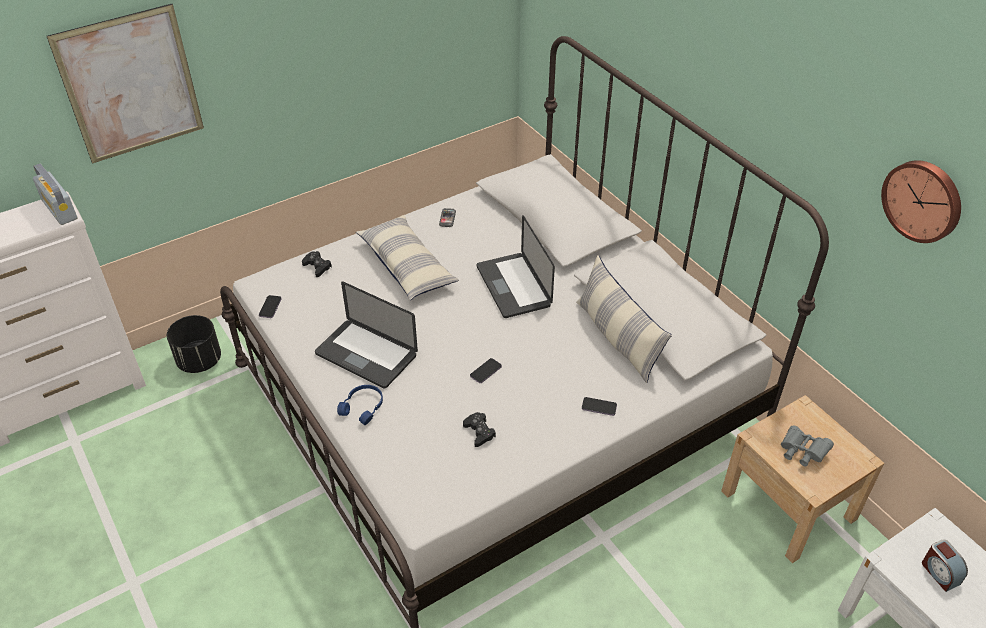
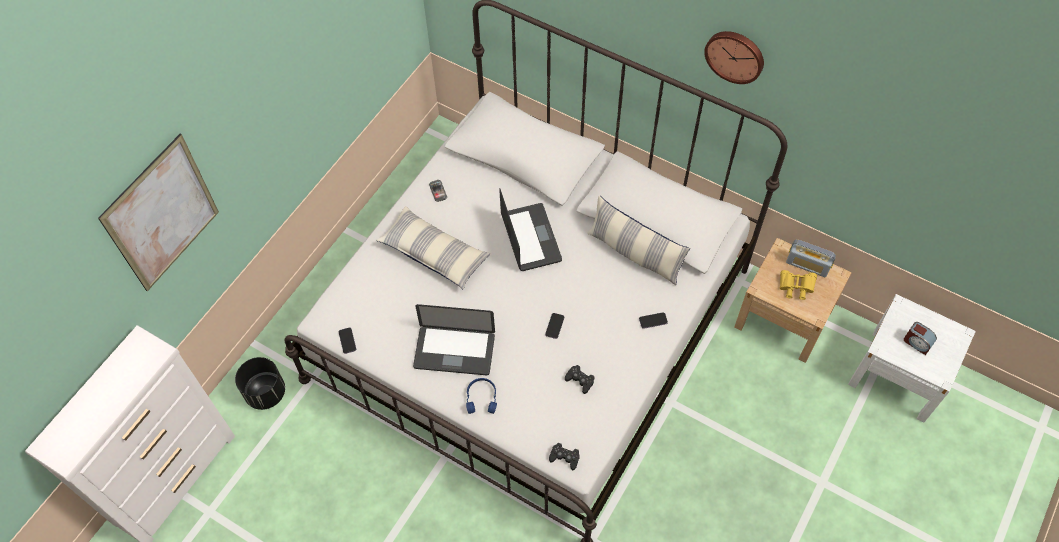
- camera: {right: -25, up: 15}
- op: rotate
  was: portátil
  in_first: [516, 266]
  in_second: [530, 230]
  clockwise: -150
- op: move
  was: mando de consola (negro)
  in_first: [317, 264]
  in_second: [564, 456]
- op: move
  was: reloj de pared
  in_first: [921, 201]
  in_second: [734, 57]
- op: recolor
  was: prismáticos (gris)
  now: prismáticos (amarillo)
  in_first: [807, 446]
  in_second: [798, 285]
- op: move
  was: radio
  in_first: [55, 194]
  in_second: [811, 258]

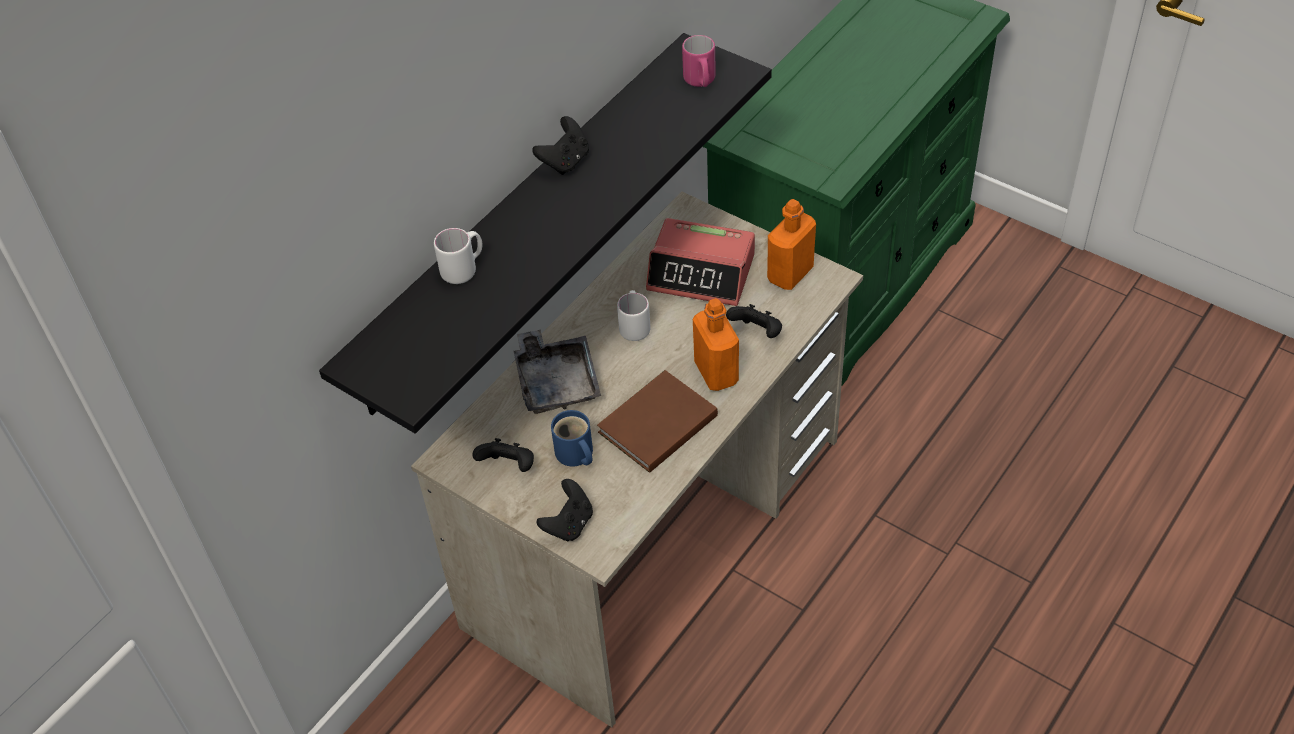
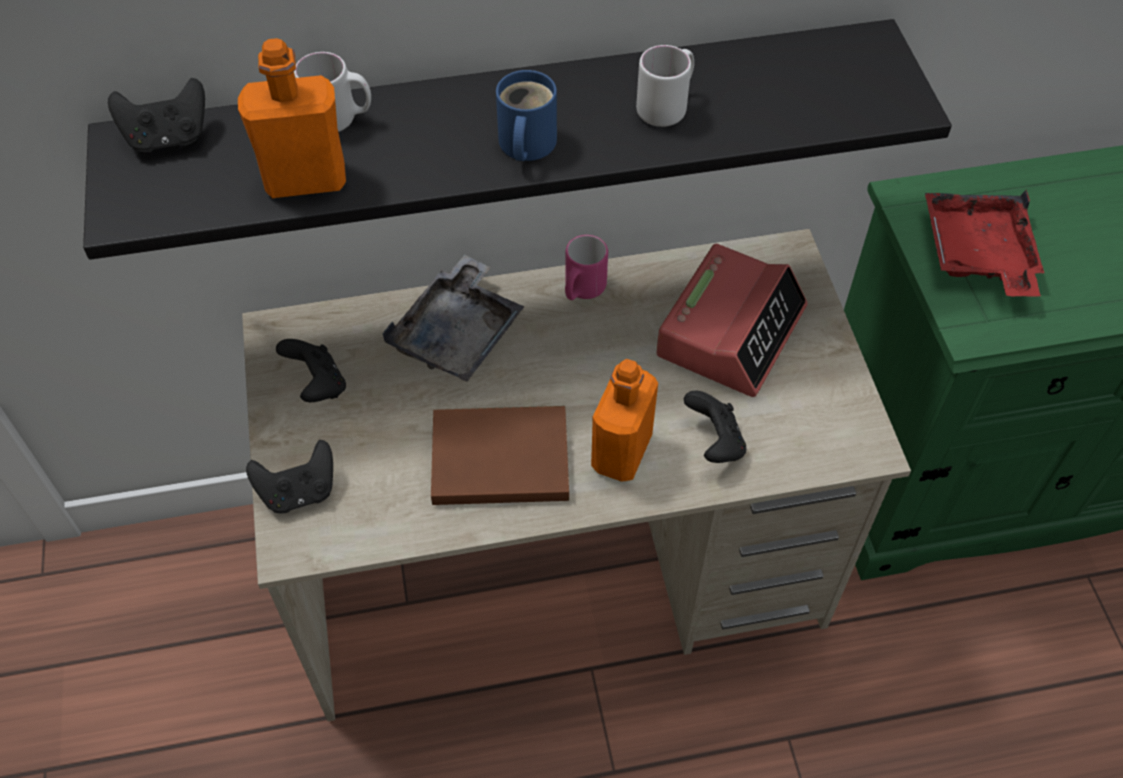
- camera: {right: 40, up: 5}
- op: move
  was: mando de consola (negro)
  in_first: [560, 145]
  in_second: [156, 115]
- op: move
  was: botella (naranja)
  in_first: [791, 244]
  in_second: [292, 118]
- op: move
  was: taza grande (azul)
  in_first: [572, 438]
  in_second: [526, 115]
- op: move
  was: taza grande (rosa)
  in_first: [699, 61]
  in_second: [586, 267]
- op: move
  was: taza grande (blanco)
  in_first: [634, 315]
  in_second: [665, 86]
- op: rotate
  was: despertador
  in_first: [700, 262]
  in_second: [732, 320]
  clockwise: -120
- op: insert
  now: bandeja (rojo)
  in_second: [984, 243]

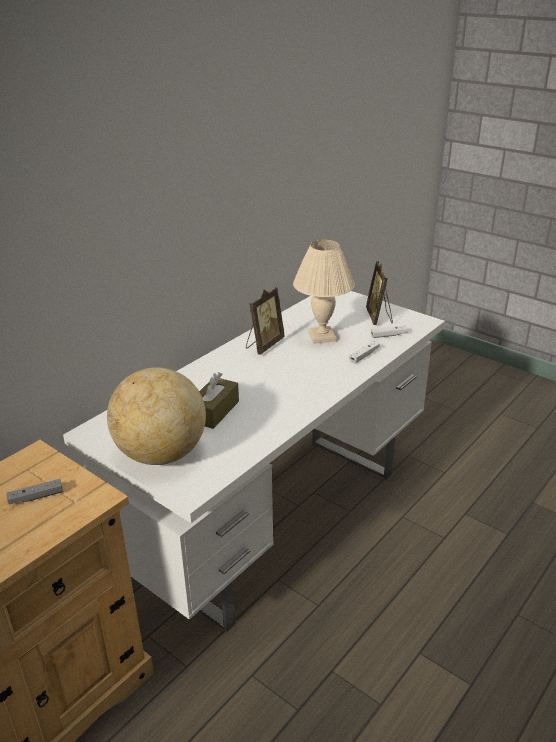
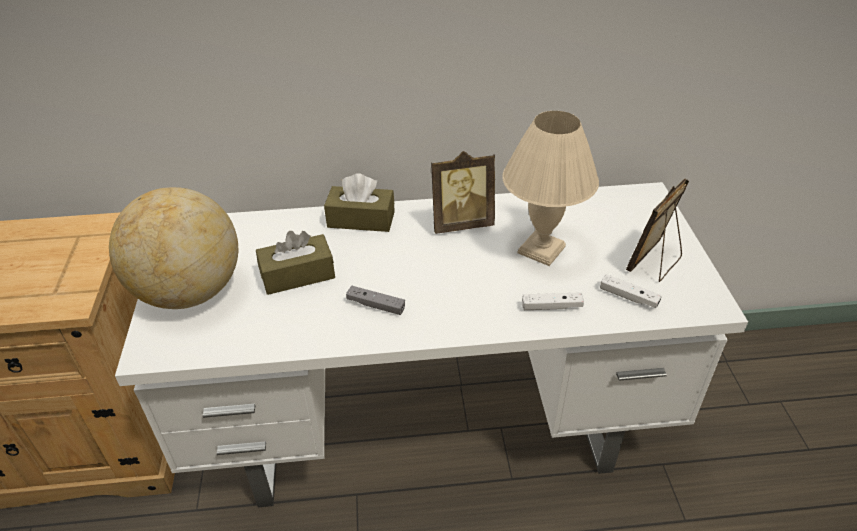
- camera: {right: 45, up: 10}
- op: insert
  now: caja de pañuelos (marrón)
  in_second: [359, 202]
- op: move
  was: mando de consola (gris)
  in_first: [34, 492]
  in_second: [375, 300]

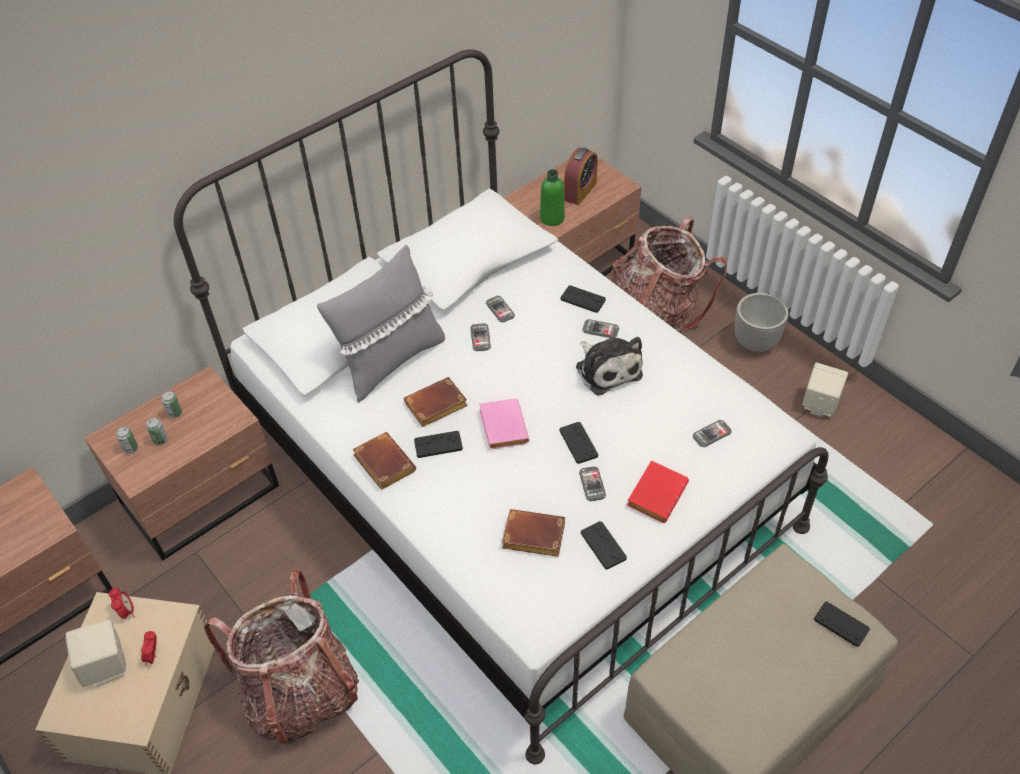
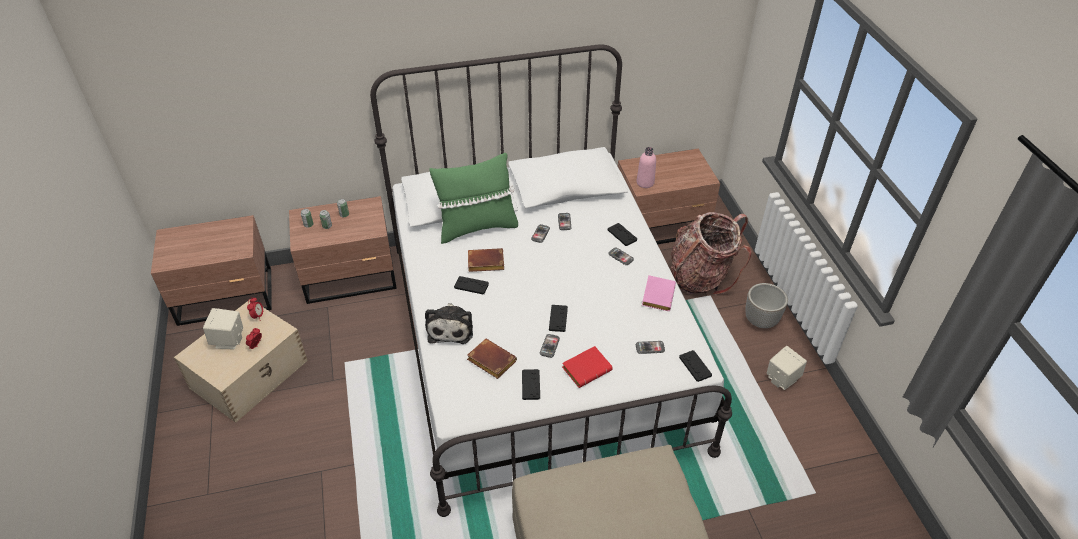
- camera: {right: 25, up: -5}
- op: move
  was: peluche
  in_first: [609, 366]
  in_second: [449, 323]
- op: recolor
  was: cojín (gris)
  now: cojín (verde)
  in_first: [381, 324]
  in_second: [473, 198]
- op: recolor
  was: botella (verde)
  now: botella (rosa)
  in_first: [552, 197]
  in_second: [646, 167]
- op: move
  was: libro (rosa)
  in_first: [504, 424]
  in_second: [659, 293]
- op: move
  was: mando de consola (negro)
  in_first: [842, 624]
  in_second: [695, 366]
- op: delete
  was: mochila
  in_first: [281, 657]
- op: delete
  was: libro (marrón)
  in_first: [384, 461]
- op: delete
  was: despertador
  in_first: [581, 176]

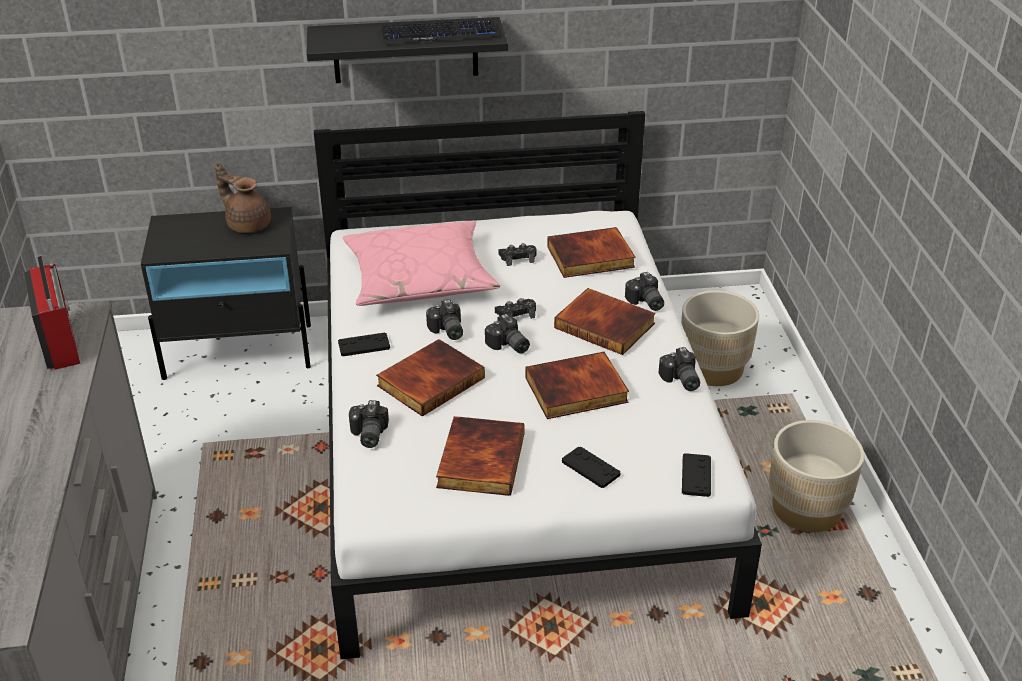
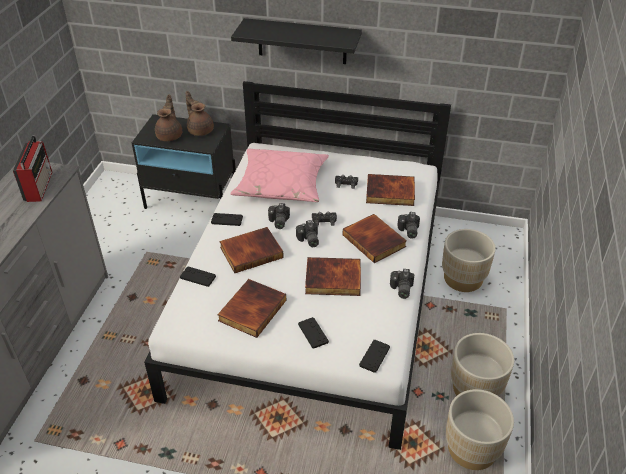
- camera: {right: 20, up: 5}
- op: insert
  now: tetera (marrón)
  in_second: [168, 117]
- op: replace
  was: cámara
  now: mando de consola (negro)
  in_first: [369, 424]
  in_second: [198, 276]
- op: insert
  now: maceta (beis)
  in_second: [480, 429]
- op: delete
  was: teclado
  in_first: [440, 32]

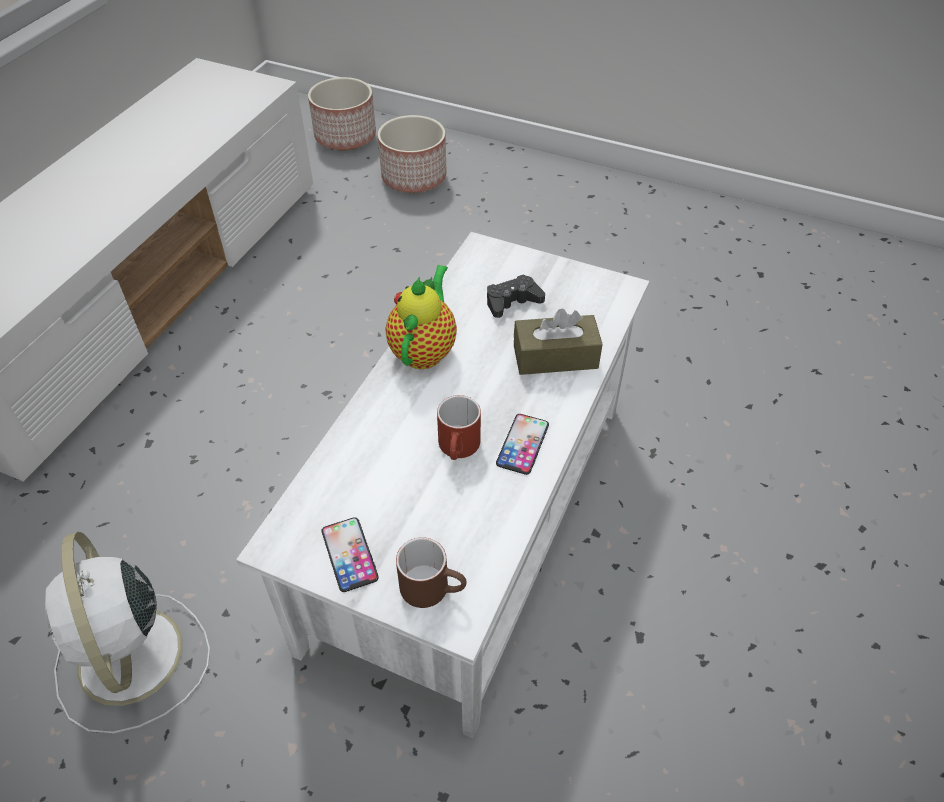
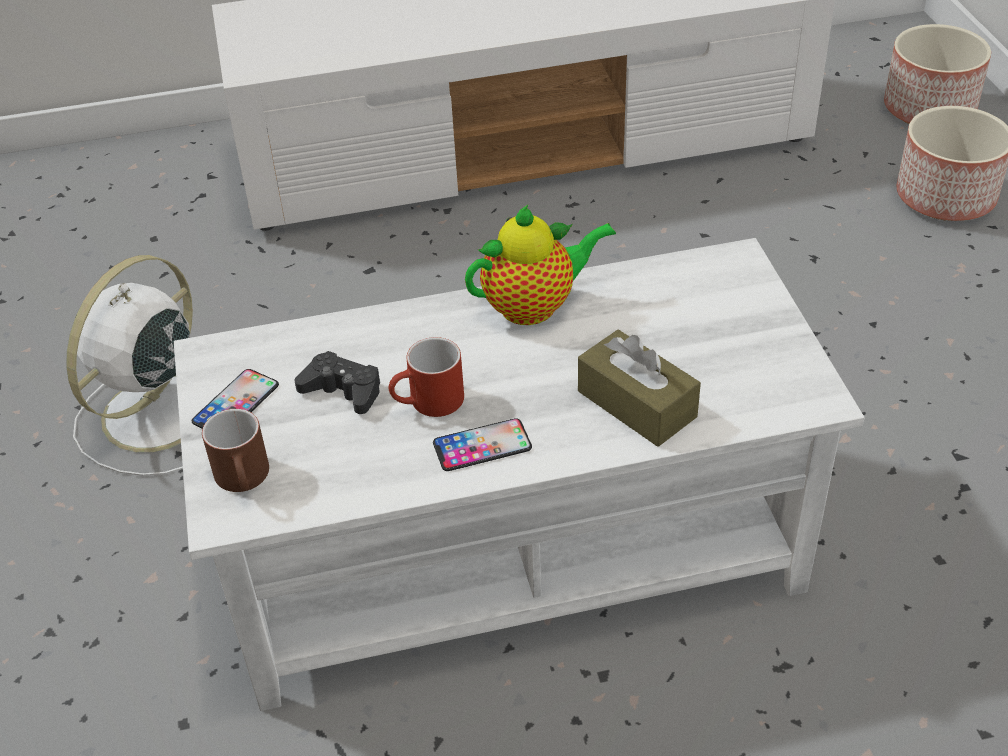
- camera: {right: 55, up: -5}
- op: move
  was: mando de consola (negro)
  in_first: [516, 296]
  in_second: [337, 382]

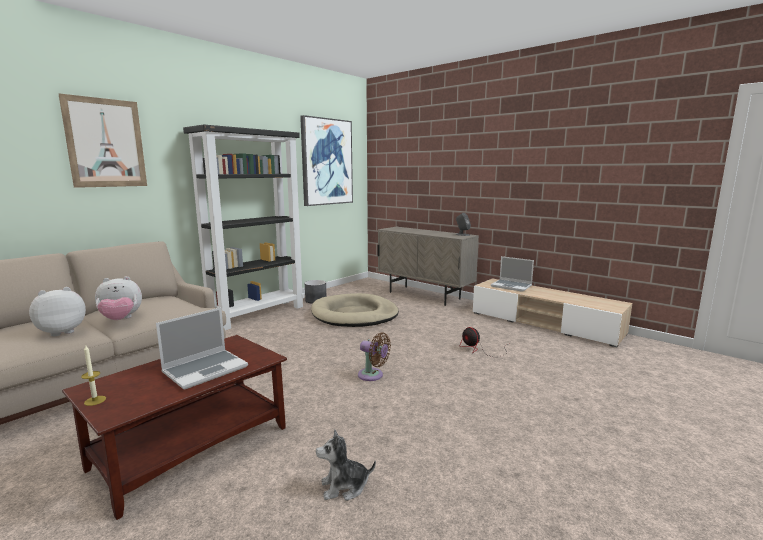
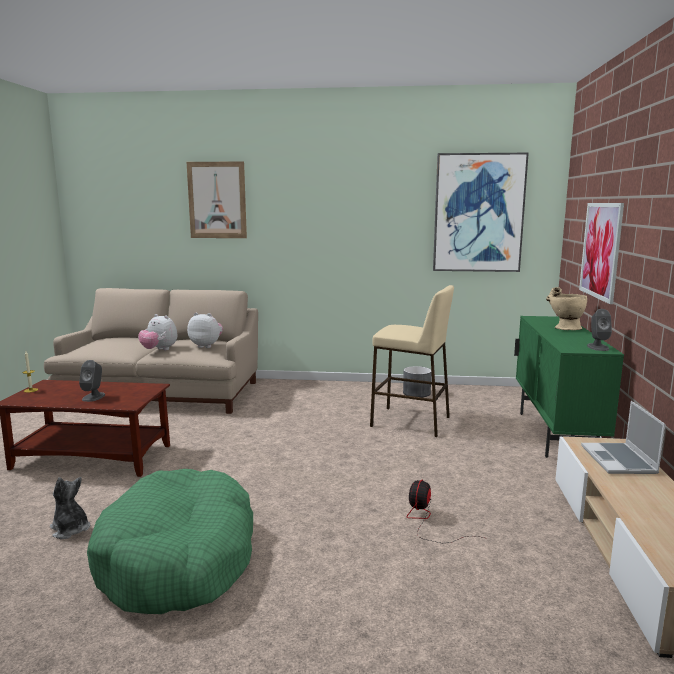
- camera: {right: 55, up: 0}
- op: replace
  was: portátil
  now: altavoz (gris)
  in_first: [202, 348]
  in_second: [92, 381]
- op: insert
  now: cama para perro (verde)
  in_second: [170, 541]
- op: move
  was: peluche
  in_first: [57, 312]
  in_second: [205, 330]
- op: replace
  was: cama para perro (beis)
  now: taburete (beis)
  in_first: [355, 310]
  in_second: [412, 361]
- op: recolor
  was: armario (beis)
  now: armario (verde)
  in_first: [428, 266]
  in_second: [569, 387]
- op: insert
  now: florero (beis)
  in_second: [566, 308]
- op: insert
  now: cuadro
  in_second: [601, 253]
- op: delete
  was: estantería (negro)
  in_first: [244, 227]
- op: delete
  was: ventilador (marrón)
  in_first: [374, 357]

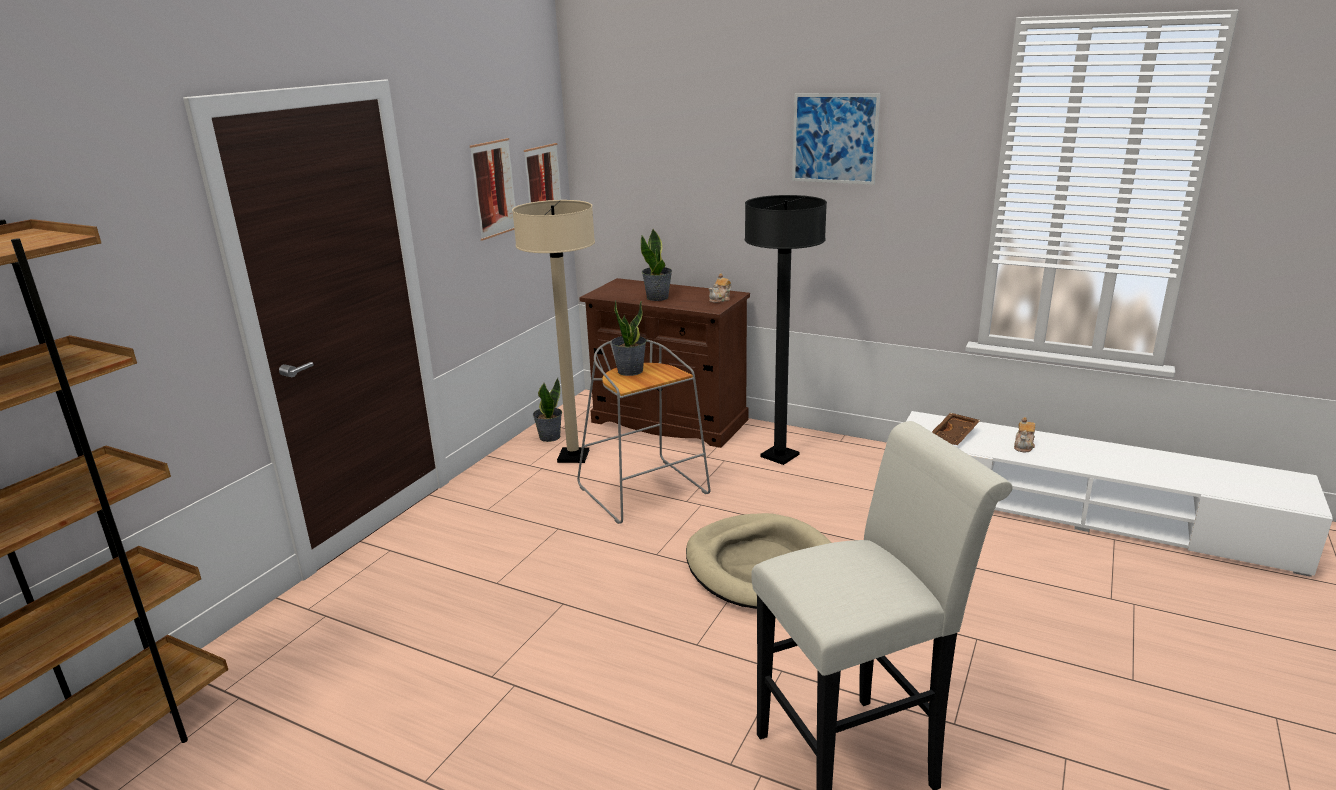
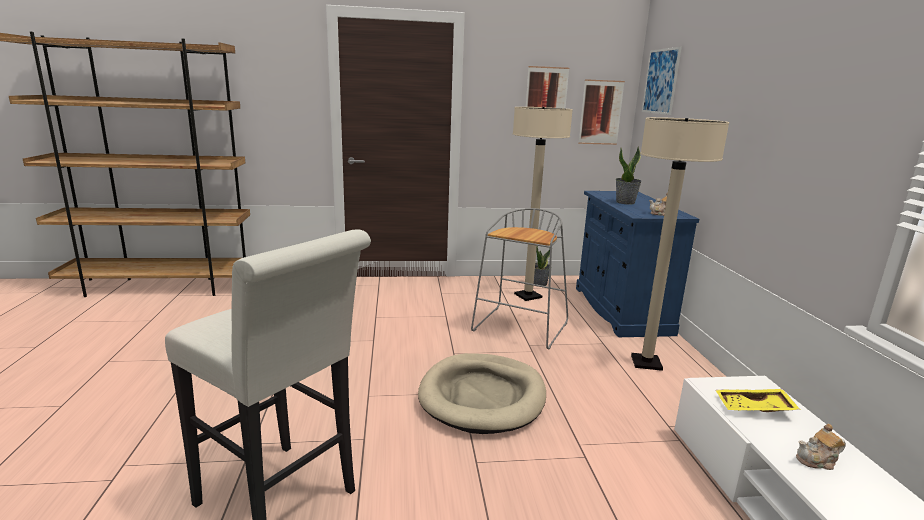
- camera: {right: 55, up: -5}
- op: recolor
  was: armario (marrón)
  now: armario (azul)
  in_first: [664, 363]
  in_second: [637, 264]
- op: recolor
  was: lámpara de pie (negro)
  now: lámpara de pie (beis)
  in_first: [786, 330]
  in_second: [680, 244]
- op: move
  was: cuadro
  in_first: [836, 139]
  in_second: [662, 81]
- op: recolor
  was: bandeja (marrón)
  now: bandeja (amarillo)
  in_first: [956, 429]
  in_second: [758, 400]
- op: delete
  was: planta en maceta
  in_first: [629, 338]

